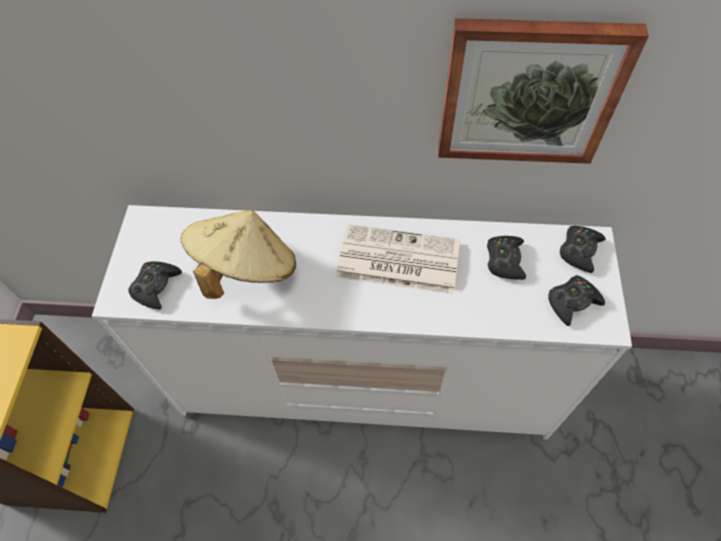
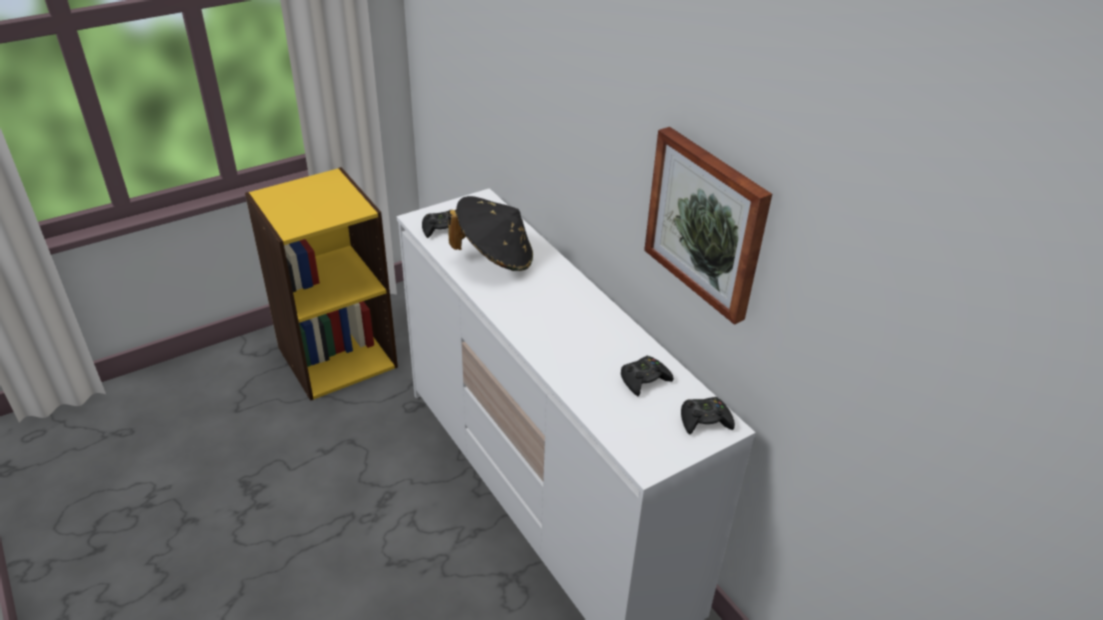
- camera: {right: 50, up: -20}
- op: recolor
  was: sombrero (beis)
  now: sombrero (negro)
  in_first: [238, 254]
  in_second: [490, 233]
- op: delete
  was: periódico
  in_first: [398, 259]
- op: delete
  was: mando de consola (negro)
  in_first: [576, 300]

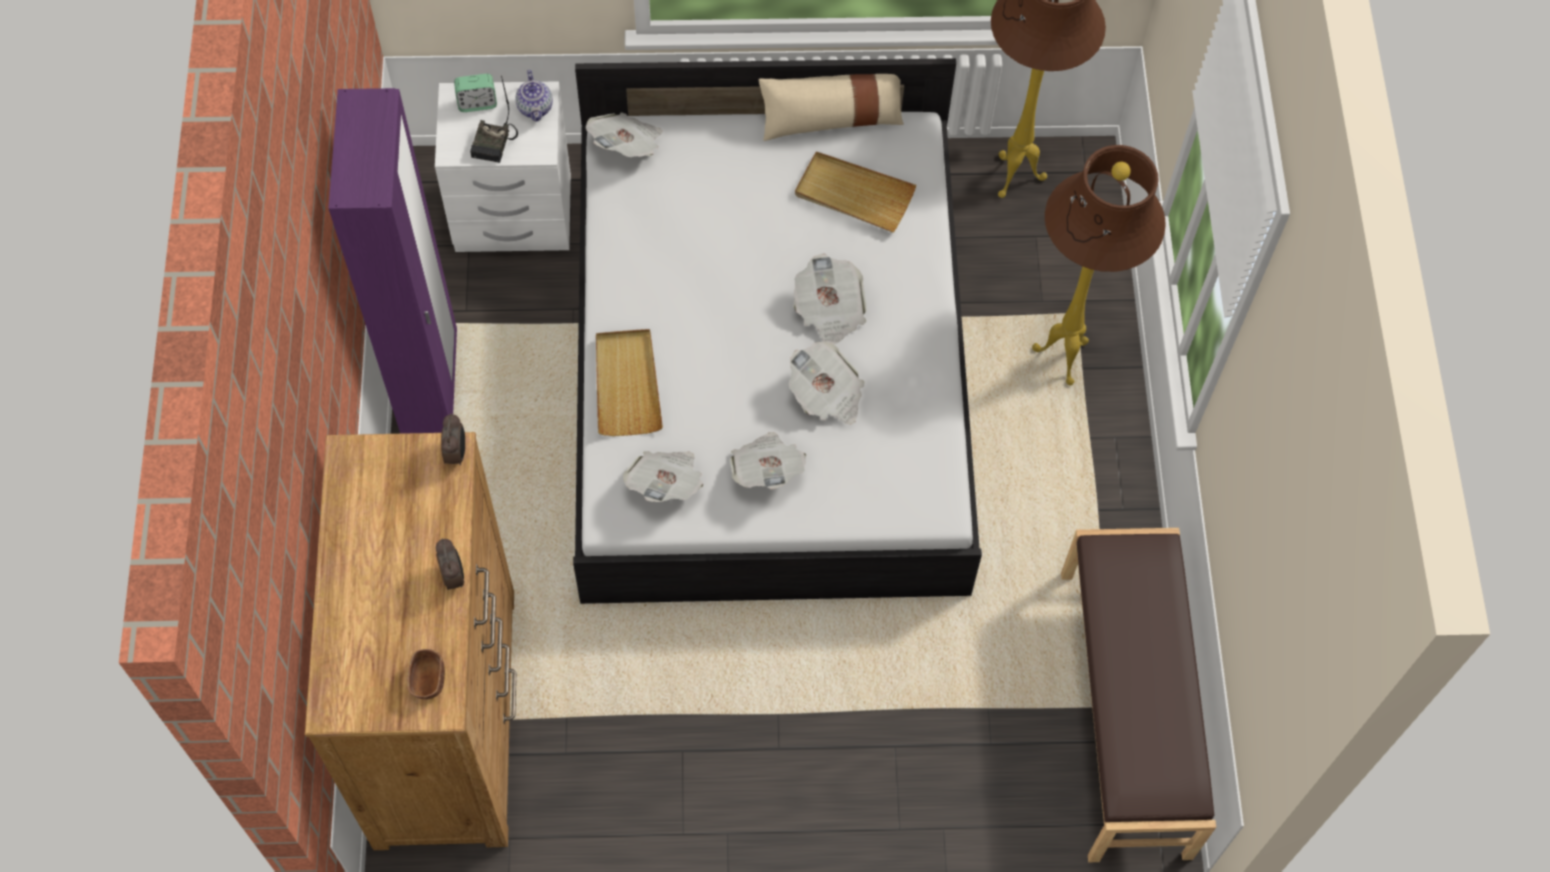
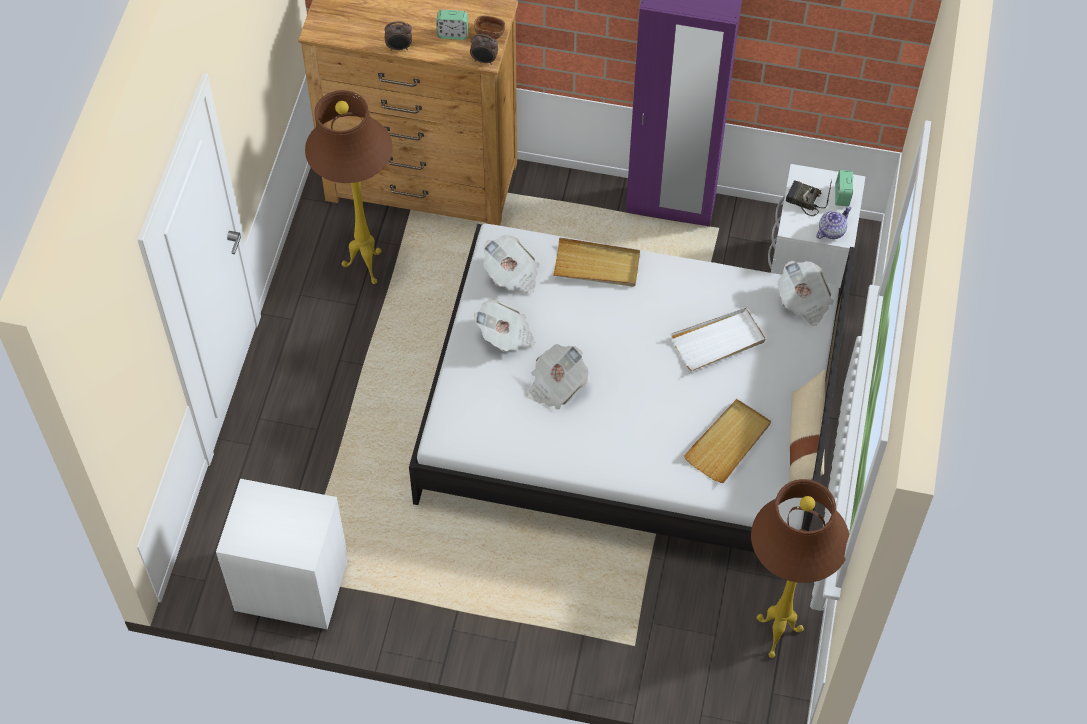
- camera: {right: 105, up: -5}
- op: replace
  was: banco (marrón)
  now: mesita de noche (blanco)
  in_first: [1138, 695]
  in_second: [281, 554]
- op: move
  was: lámpara de pie (marrón)
  in_first: [1099, 265]
  in_second: [349, 187]
- op: insert
  now: despertador
  in_second: [452, 25]
- op: move
  was: cuenco (marrón)
  in_first: [426, 674]
  in_second: [489, 27]
- op: insert
  now: bandeja (blanco)
  in_second: [718, 339]
- op: rotate
  was: tetera
  in_first: [534, 96]
  in_second: [833, 222]
  clockwise: 135
- op: delete
  was: periódico
  in_first: [830, 299]

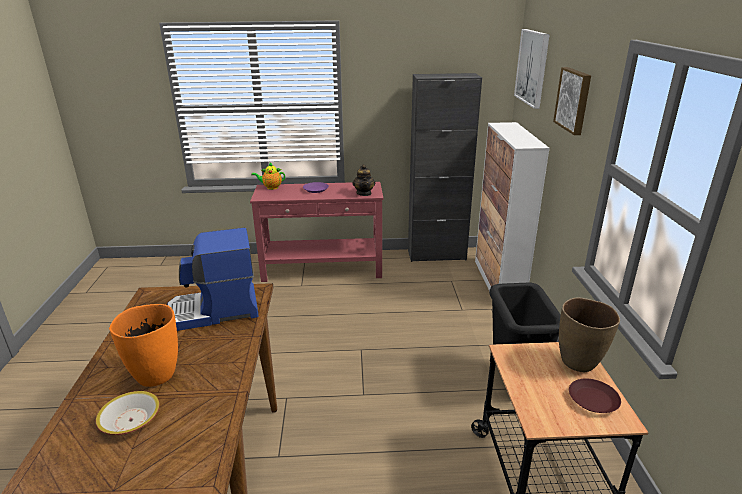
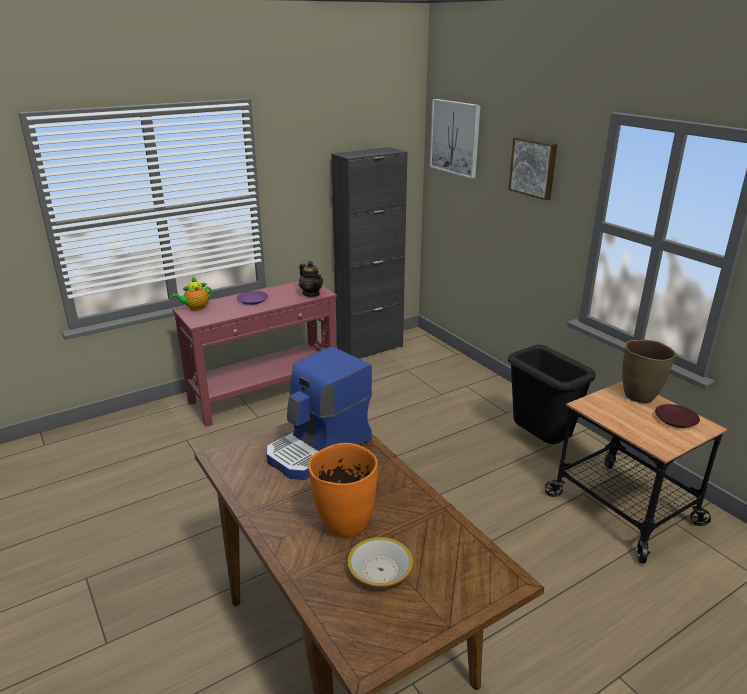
- camera: {right: -30, up: 0}
- op: delete
  was: armario
  in_first: [512, 206]

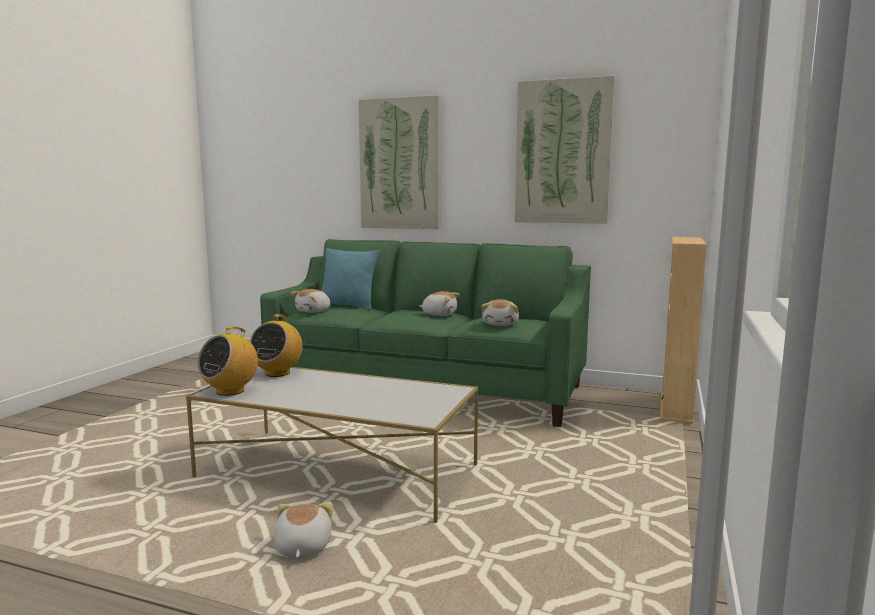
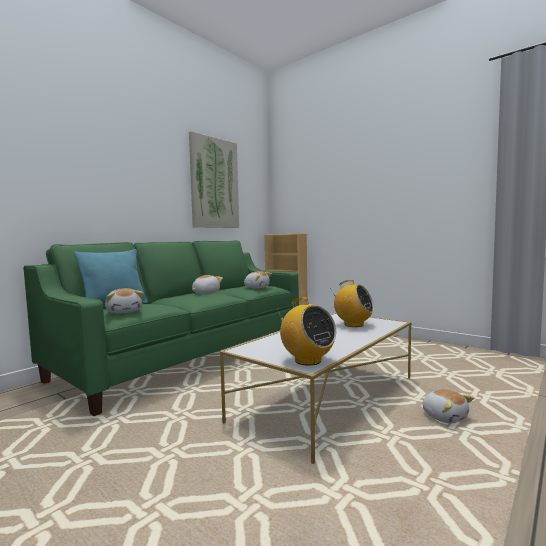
- camera: {right: -70, up: -5}
- op: move
  was: radio
  in_first: [276, 345]
  in_second: [352, 303]
- op: rotate
  was: peluche
  in_first: [303, 530]
  in_second: [448, 406]
  clockwise: -135
- op: delete
  was: cuadro
  in_first: [399, 162]

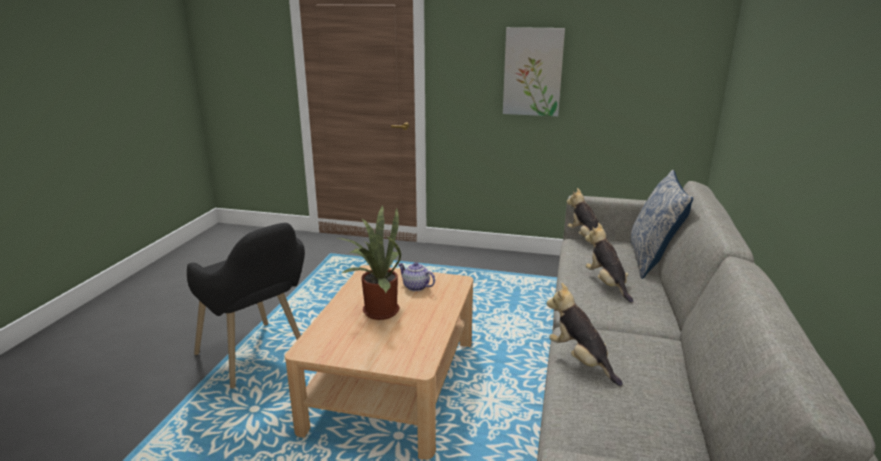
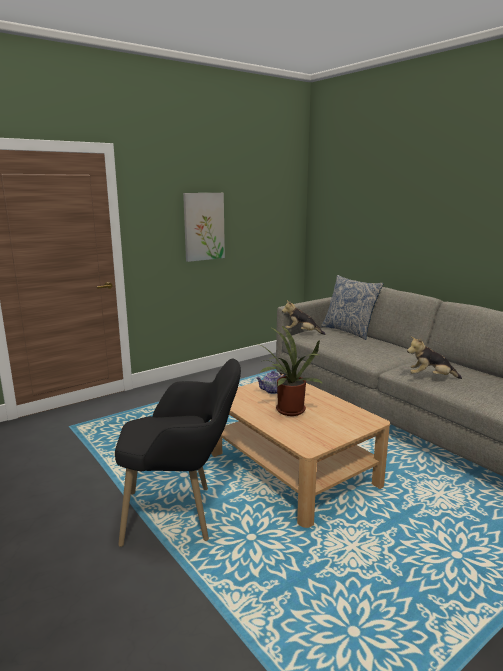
- camera: {right: -50, up: -5}
- op: delete
  was: peluche
  in_first: [609, 263]

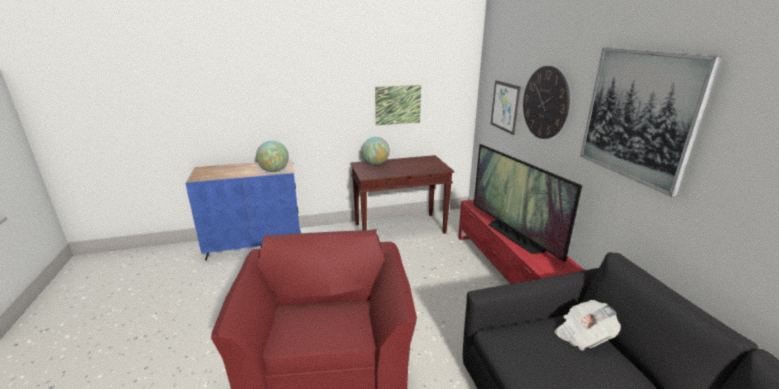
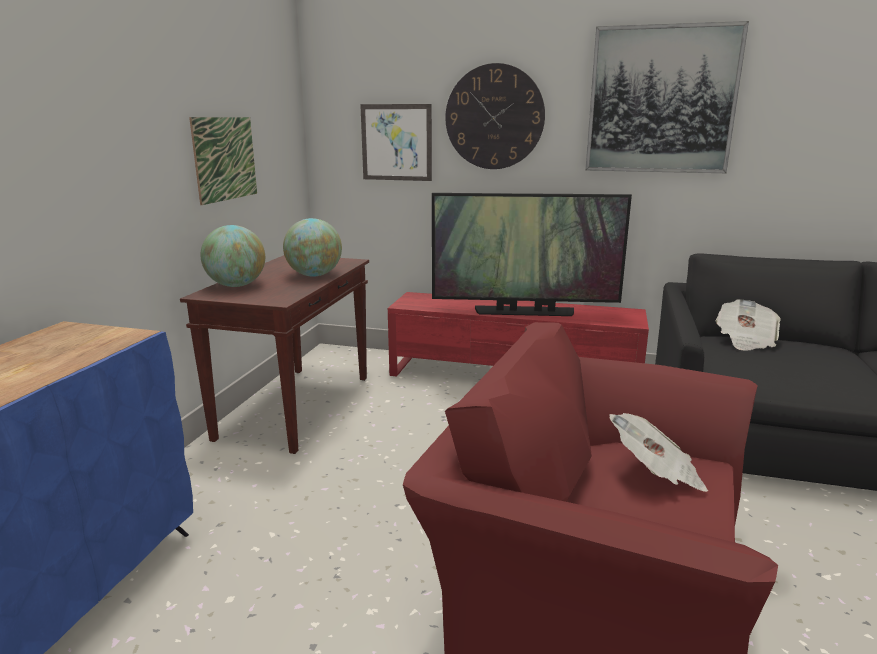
- camera: {right: -60, up: -5}
- op: move
  was: globo terráqueo
  in_first: [272, 156]
  in_second: [312, 247]
- op: insert
  now: periódico
  in_second: [659, 452]

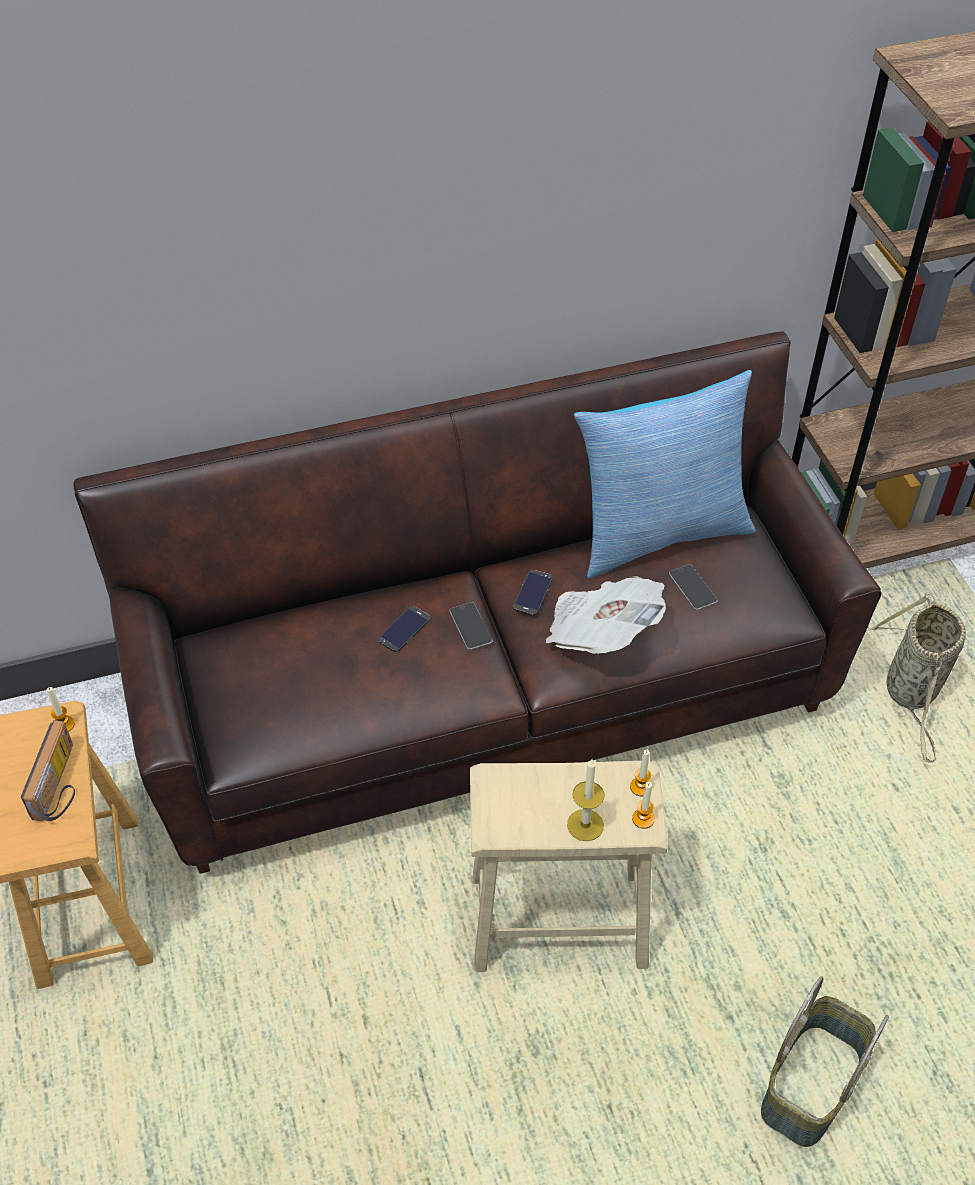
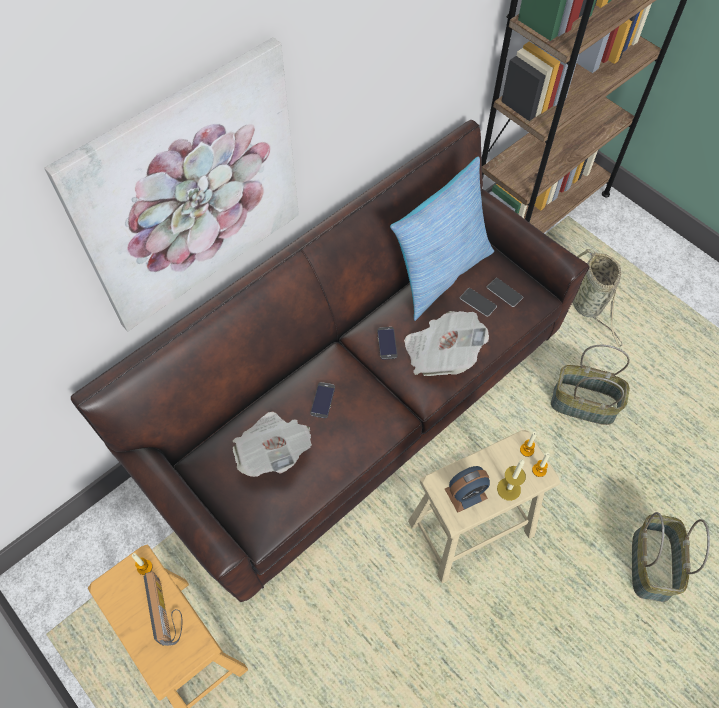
- camera: {right: -25, up: 10}
- op: insert
  now: cuadro
  in_second: [171, 184]
- op: insert
  now: periódico
  in_second: [272, 444]
- op: insert
  now: despertador
  in_second: [467, 489]
- op: move
  was: móvil
  in_first: [471, 626]
  in_second: [505, 292]
- op: insert
  now: cesta
  in_second: [590, 385]

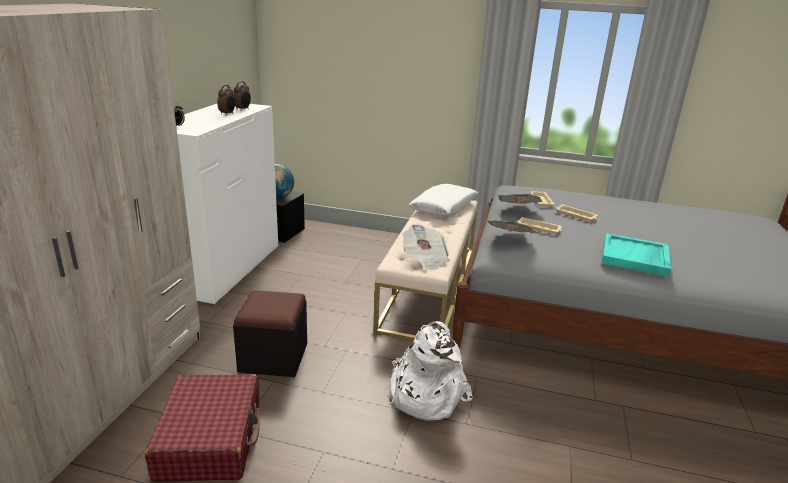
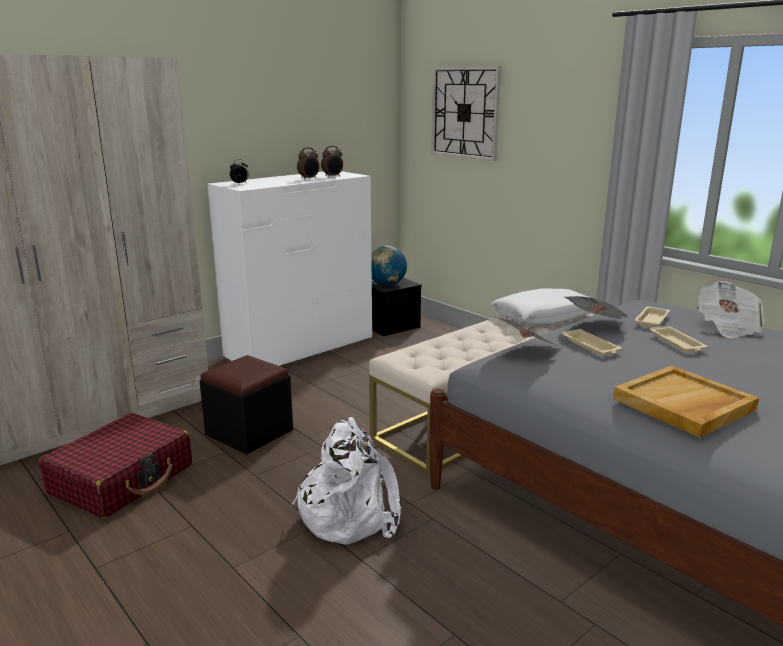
- camera: {right: 35, up: -5}
- op: insert
  now: reloj de pared
  in_second: [466, 113]
- op: recolor
  was: bandeja (turquesa)
  now: bandeja (beis)
  in_first: [636, 255]
  in_second: [686, 402]
- op: move
  was: periódico
  in_first: [426, 247]
  in_second: [730, 309]

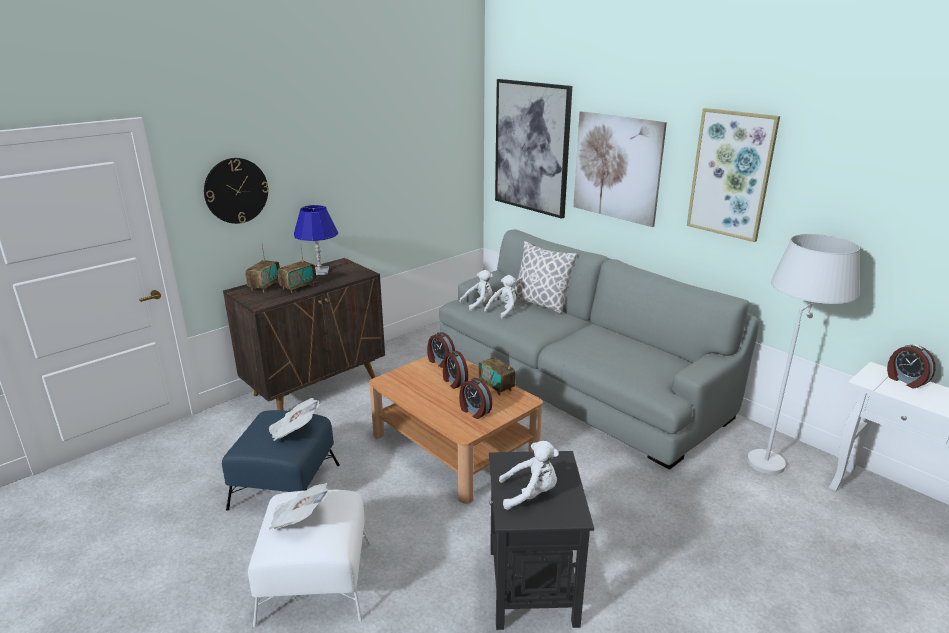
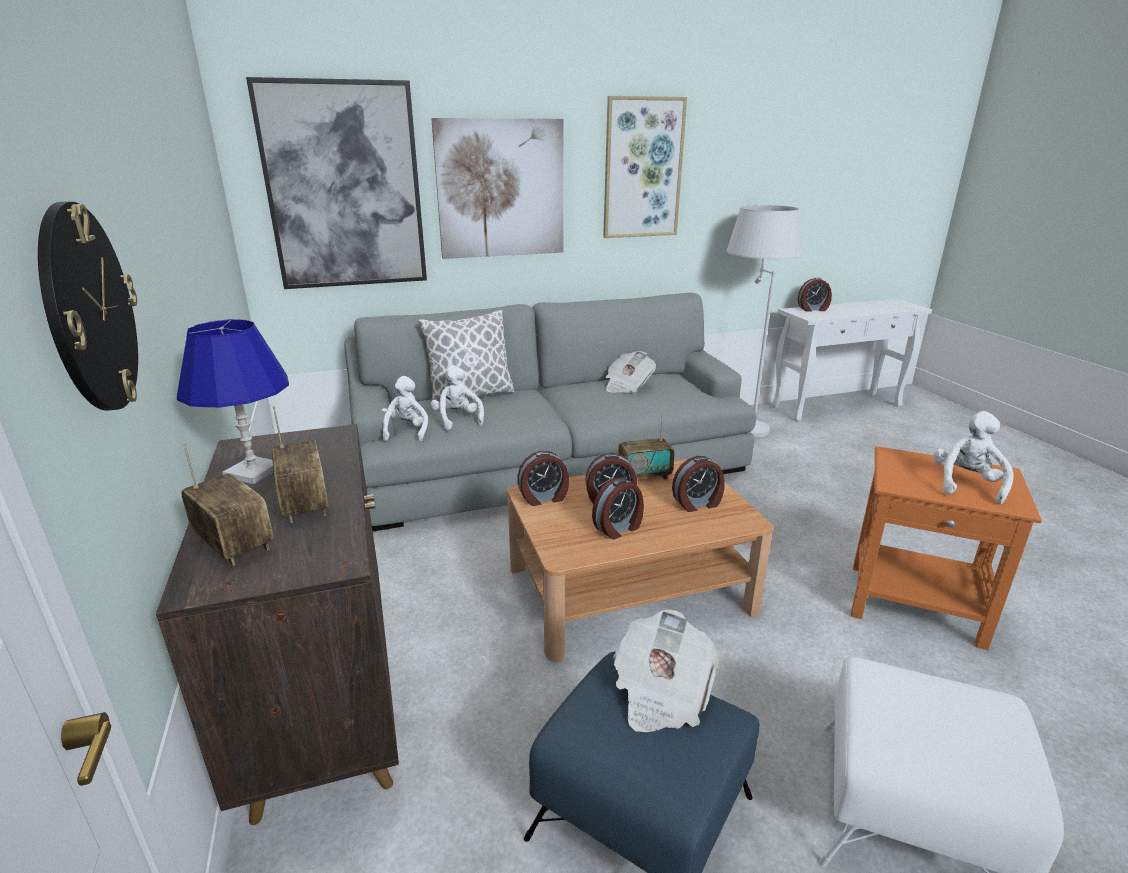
- camera: {right: -65, up: 0}
- op: insert
  now: despertador
  in_second: [618, 508]
- op: move
  was: periódico
  in_first: [298, 506]
  in_second: [630, 372]
- op: recolor
  was: mesa auxiliar (negro)
  now: mesa auxiliar (naranja)
  in_first: [541, 540]
  in_second: [946, 548]

